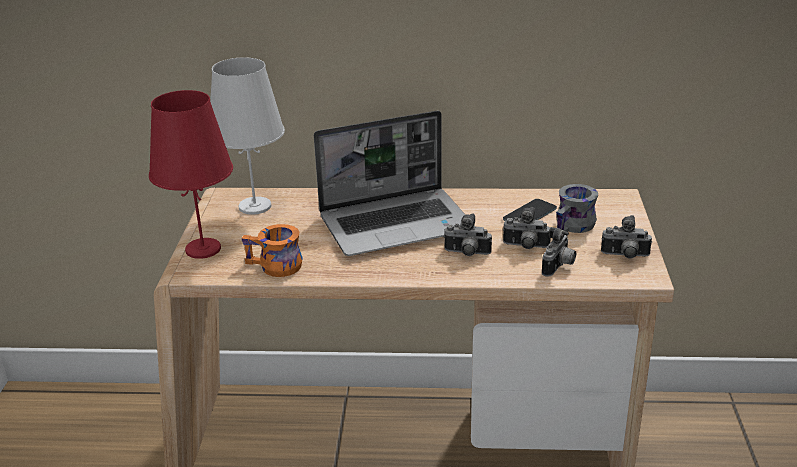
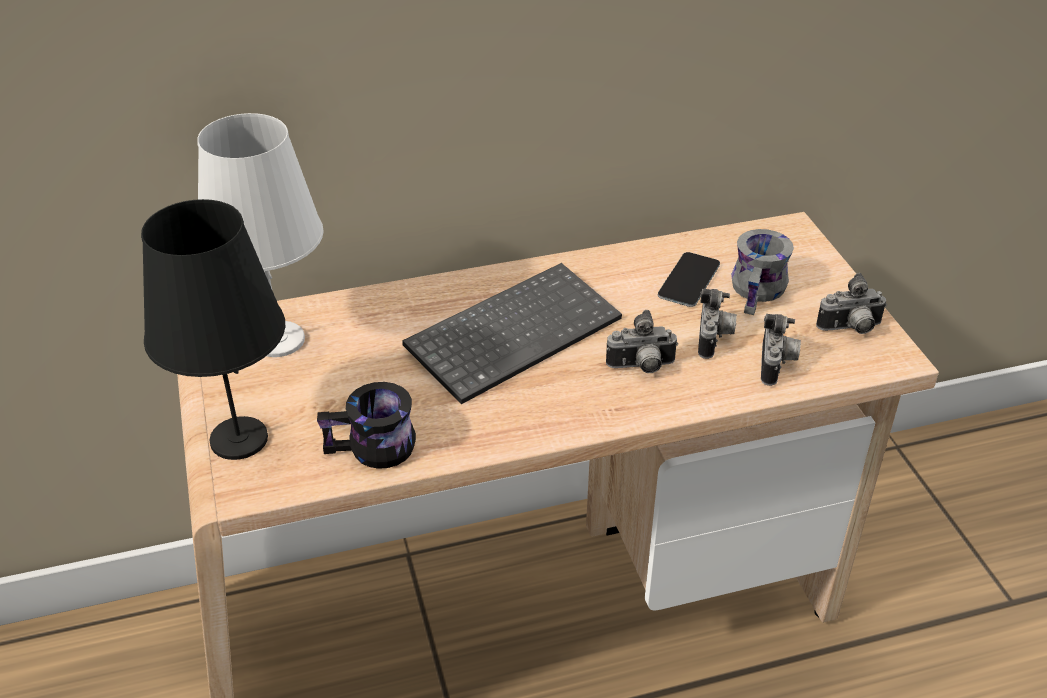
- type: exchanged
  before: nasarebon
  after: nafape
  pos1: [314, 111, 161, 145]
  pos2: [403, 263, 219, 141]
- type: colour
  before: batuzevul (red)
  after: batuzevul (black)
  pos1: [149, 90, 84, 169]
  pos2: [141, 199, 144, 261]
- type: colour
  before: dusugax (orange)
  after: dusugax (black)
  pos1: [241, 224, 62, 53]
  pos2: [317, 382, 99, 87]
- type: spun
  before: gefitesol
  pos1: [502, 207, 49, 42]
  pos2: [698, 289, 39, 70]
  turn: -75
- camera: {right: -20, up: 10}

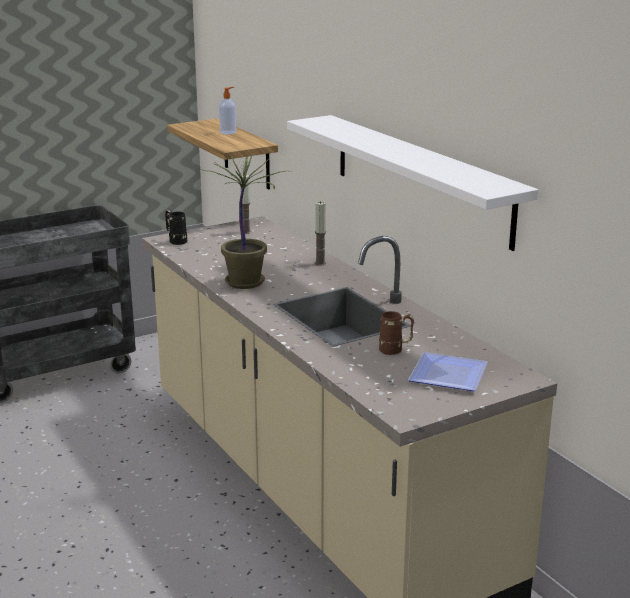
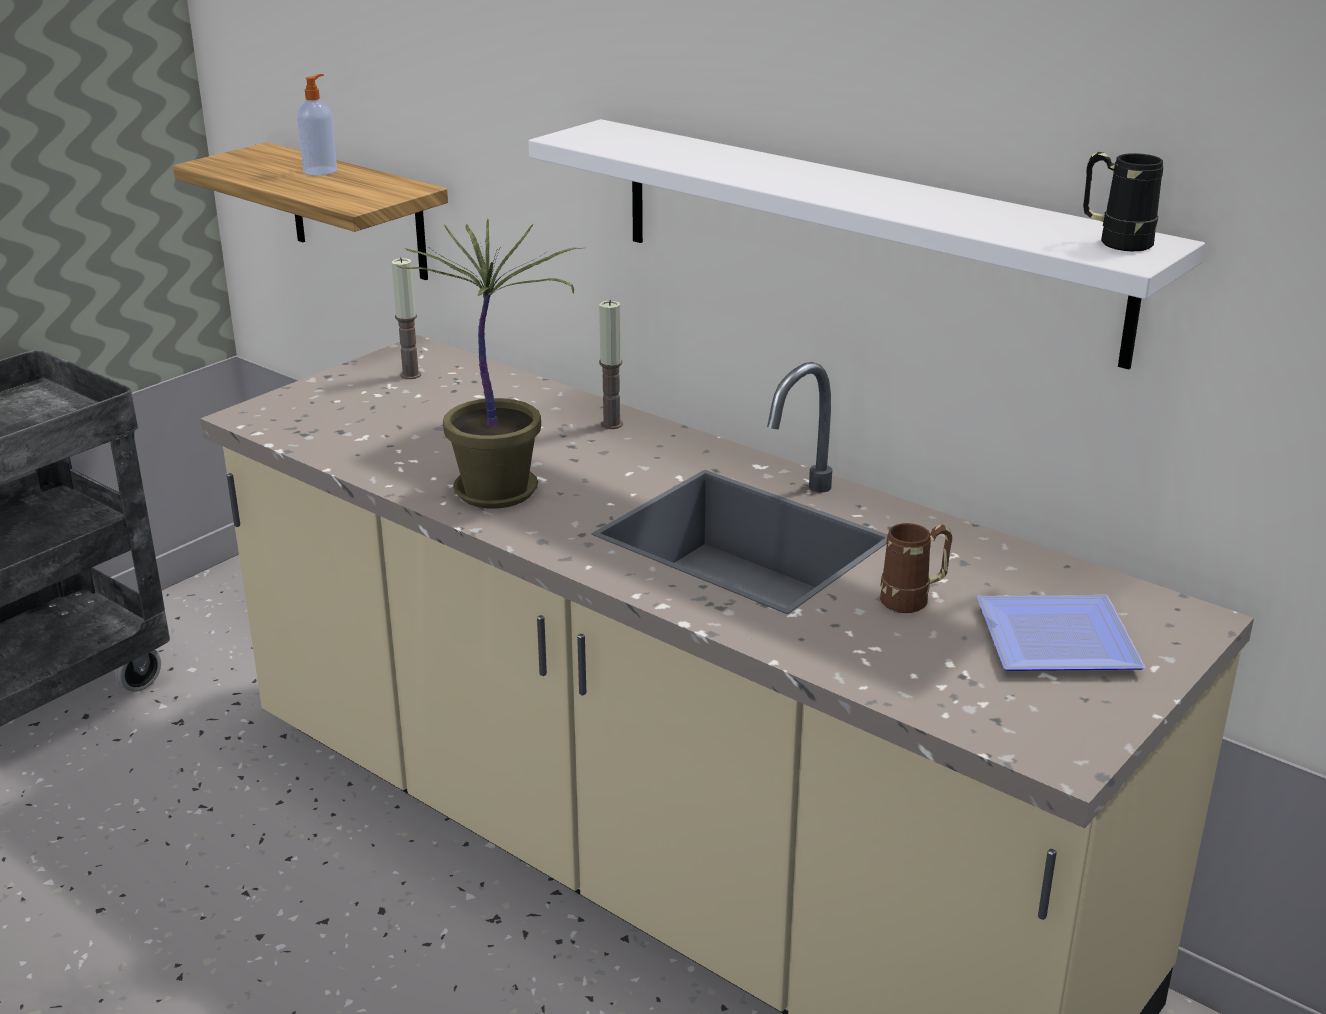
- type: relocated
  before: dusugax (black)
  pos1: [165, 210, 22, 35]
  pos2: [1083, 152, 80, 99]
- camera: {right: -20, up: 5}

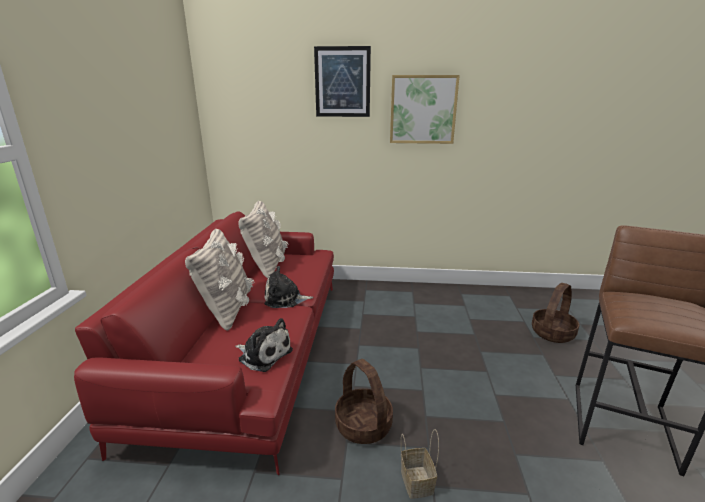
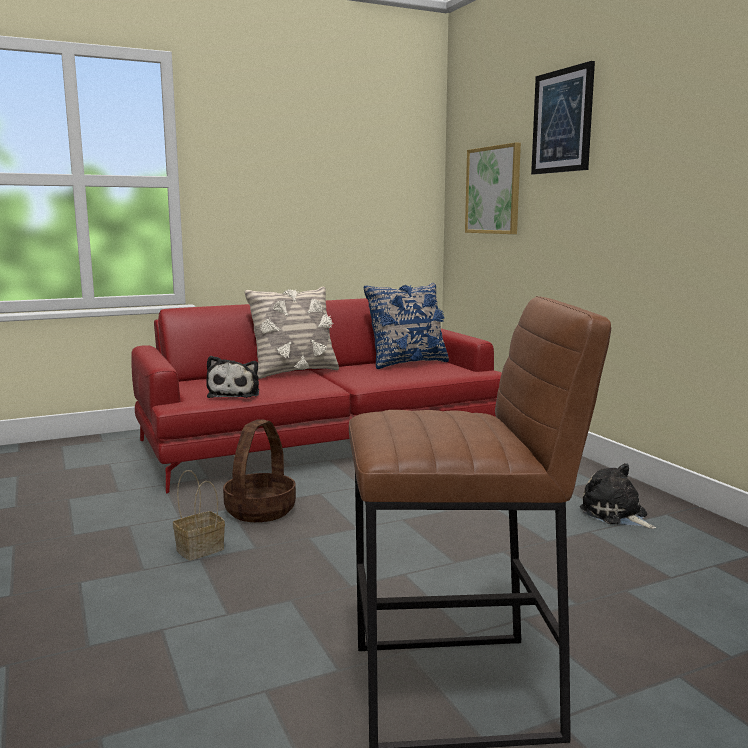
- type: missing
  before: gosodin
  pos1: [532, 283, 47, 60]
- type: relocated
  before: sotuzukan
  pos1: [264, 266, 49, 42]
  pos2: [580, 463, 76, 66]
- type: relocated
  before: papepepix
  pos1: [390, 75, 70, 69]
  pos2: [465, 142, 56, 92]
- type: colour
  before: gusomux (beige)
  after: gusomux (blue)
  pos1: [238, 201, 51, 77]
  pos2: [364, 283, 85, 86]
- camera: {right: 60, up: -10}

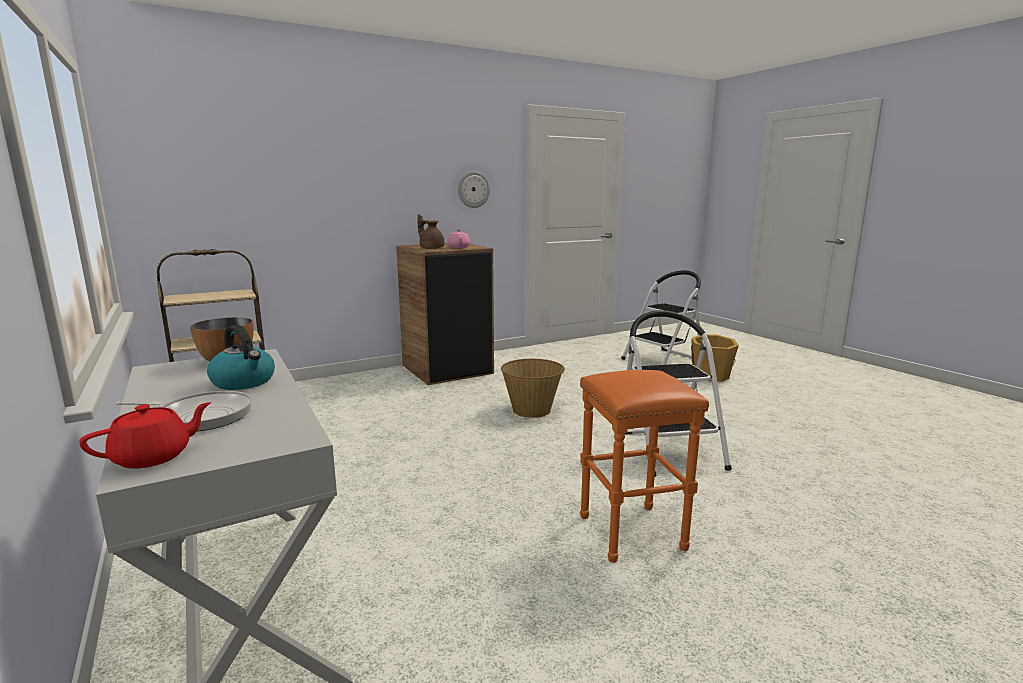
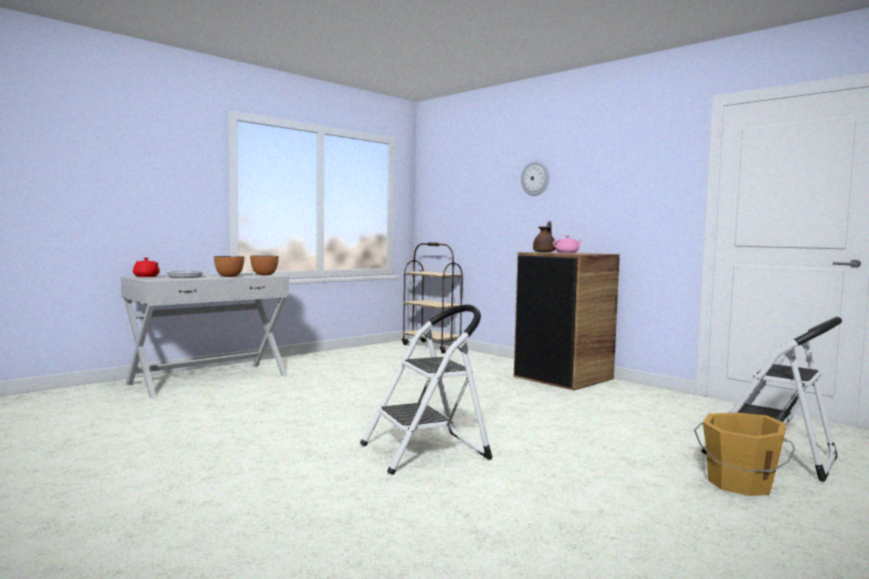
- type: missing
  before: gosodin
  pos1: [501, 359, 64, 59]
- type: missing
  before: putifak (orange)
  pos1: [580, 370, 129, 193]
- type: relocated
  before: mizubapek
  pos1: [458, 171, 32, 37]
  pos2: [521, 161, 28, 35]
- type: exchanged
  before: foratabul
  after: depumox
  pos1: [207, 325, 68, 65]
  pos2: [214, 256, 30, 21]
- camera: {right: 75, up: -10}

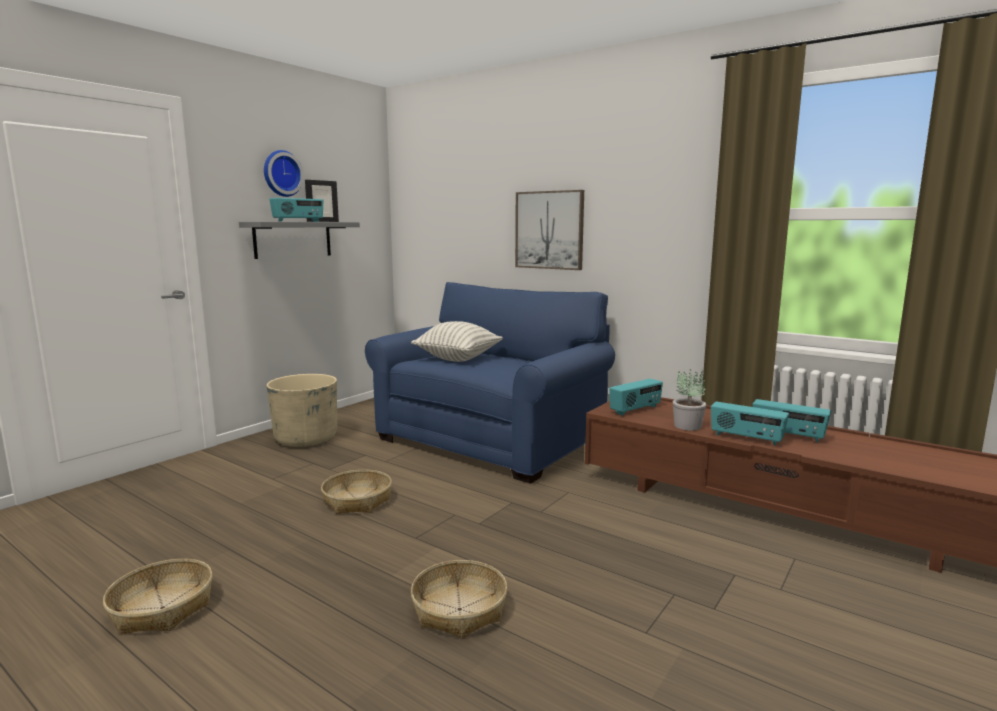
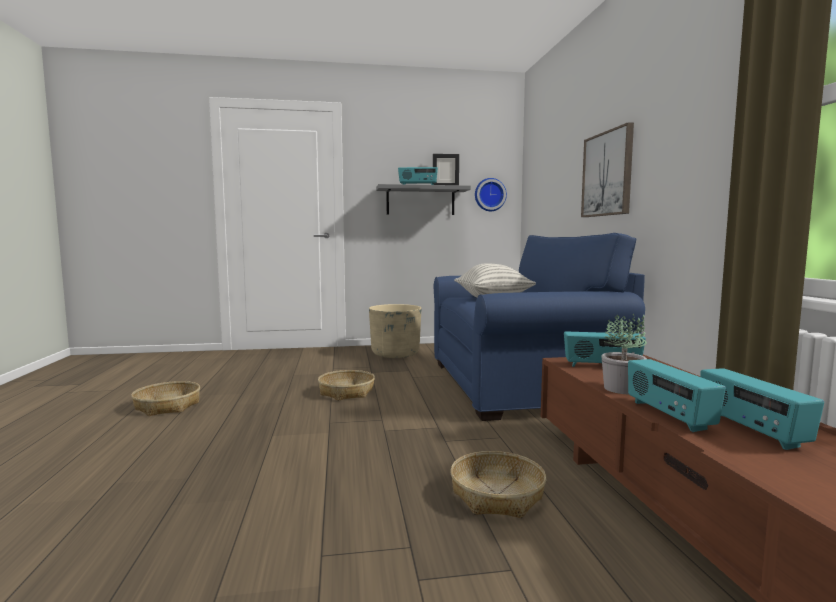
- type: relocated
  before: mizubapek
  pos1: [264, 150, 40, 47]
  pos2: [475, 178, 32, 33]
- type: relocated
  before: gosodin
  pos1: [411, 560, 97, 79]
  pos2: [451, 451, 95, 67]
- camera: {right: 45, up: -5}

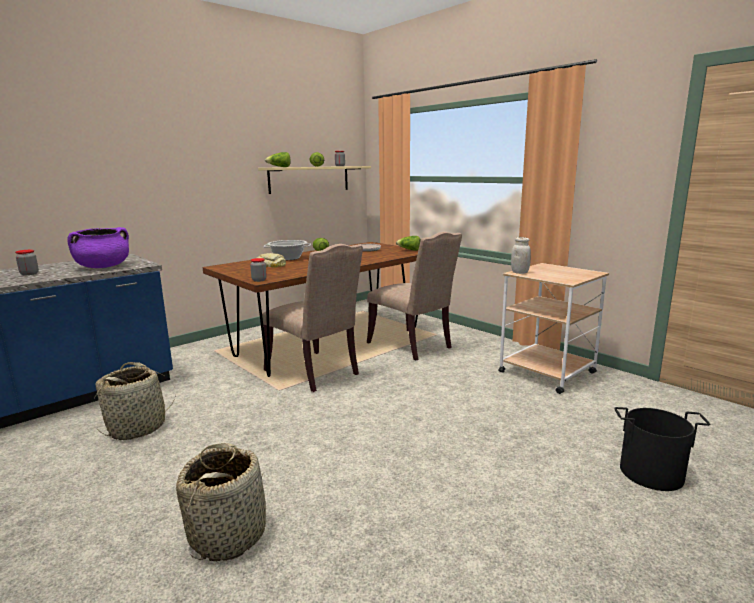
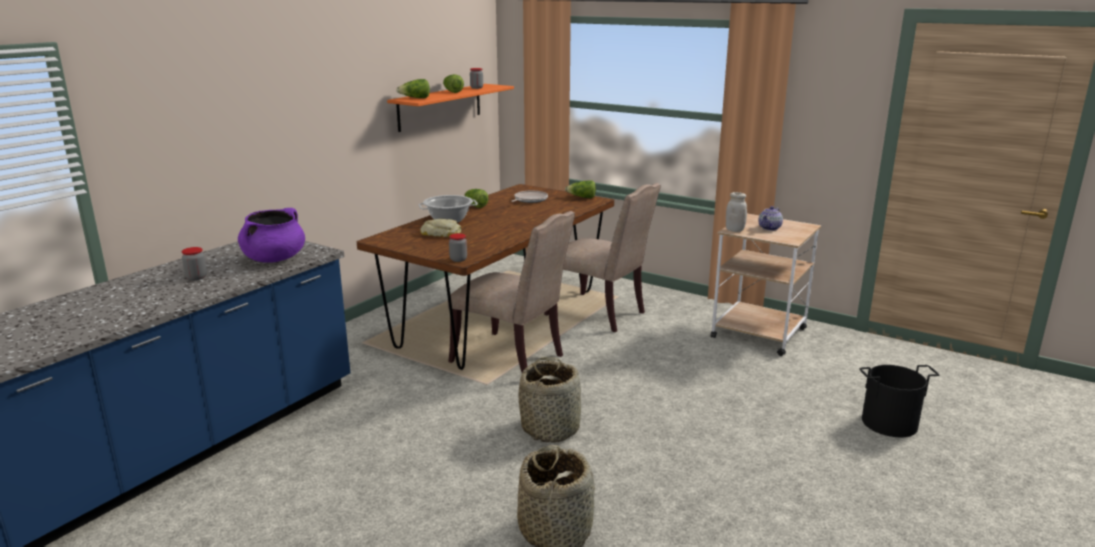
- type: appeared
  after: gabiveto
  pos2: [759, 206, 24, 25]
- type: relocated
  before: gosodin
  pos1: [94, 362, 82, 78]
  pos2: [518, 357, 63, 86]
- type: colour
  before: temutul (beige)
  after: temutul (orange)
  pos1: [258, 166, 113, 28]
  pos2: [387, 84, 127, 48]
- camera: {right: -15, up: 5}

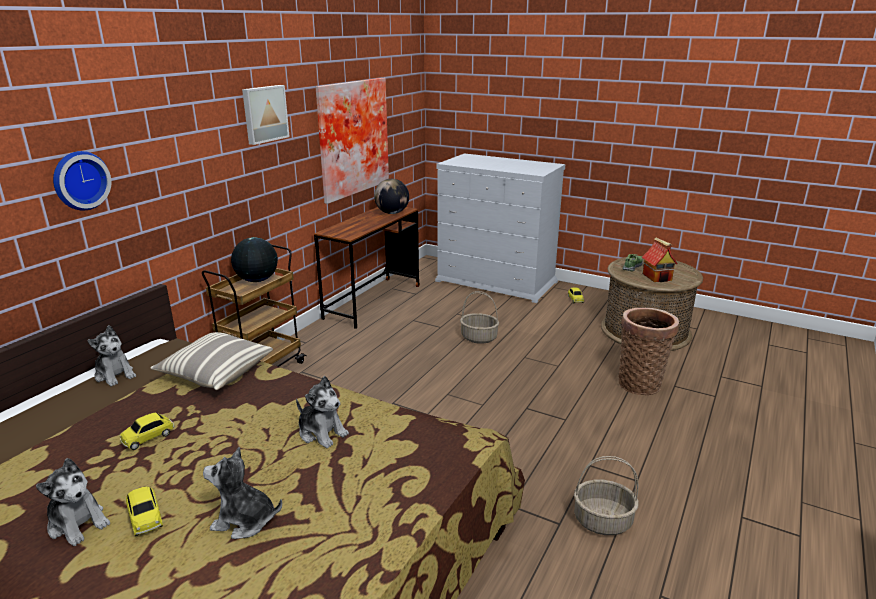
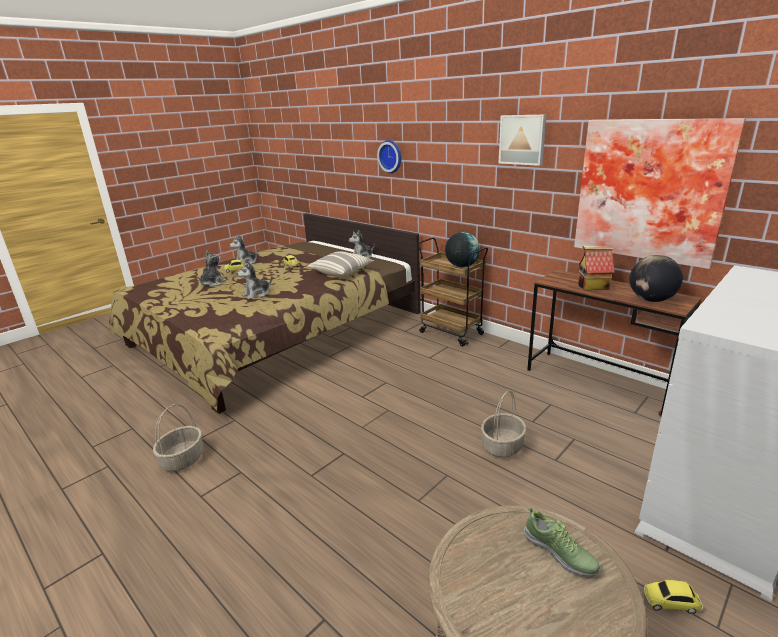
- type: missing
  before: gosodin
  pos1: [618, 308, 61, 87]
- type: relocated
  before: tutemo
  pos1: [642, 237, 36, 45]
  pos2: [578, 246, 37, 44]
- camera: {right: 105, up: 0}

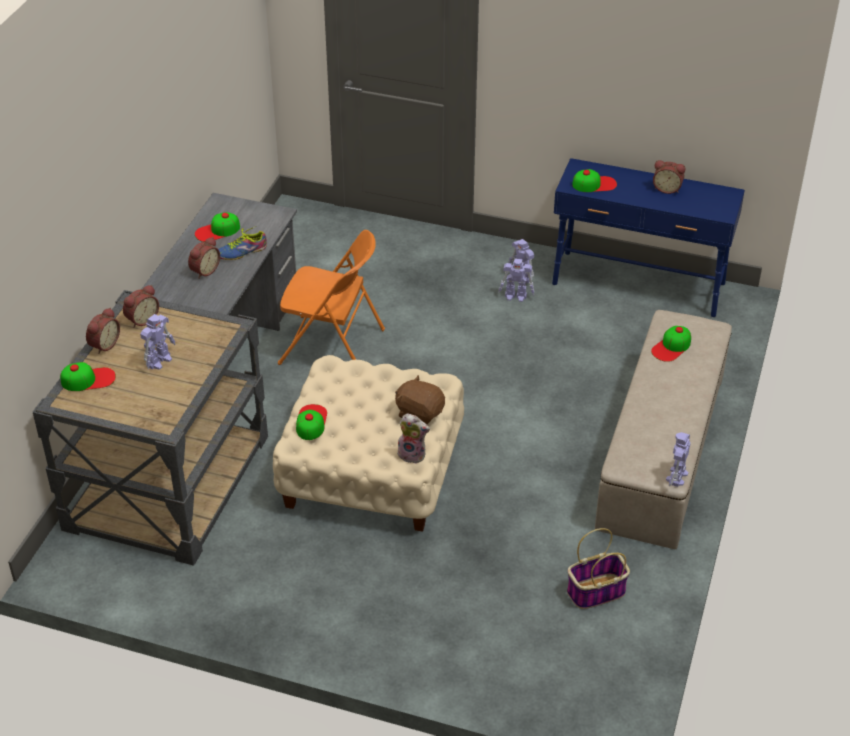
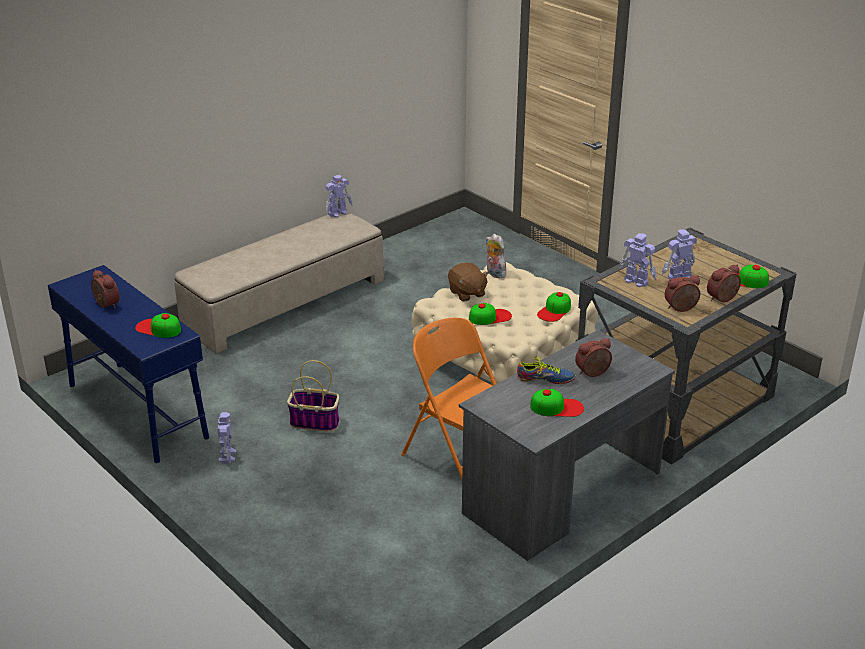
- type: relocated
  before: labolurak
  pos1: [498, 259, 36, 43]
  pos2: [620, 233, 37, 54]
- type: relocated
  before: gosodin
  pos1: [567, 528, 63, 81]
  pos2: [287, 360, 52, 72]
- type: relocated
  before: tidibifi
  pos1: [651, 326, 40, 36]
  pos2: [469, 303, 43, 22]
- camera: {right: -150, up: -10}

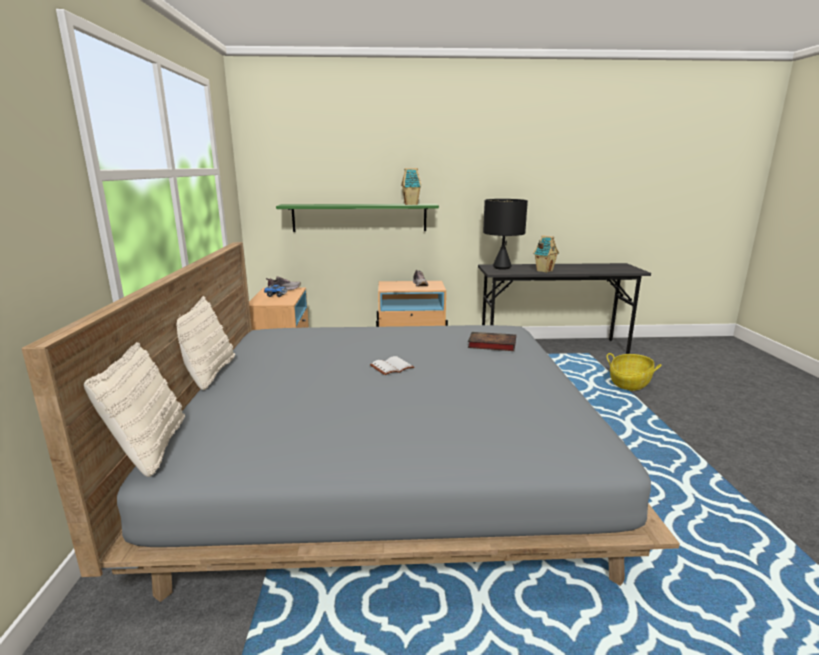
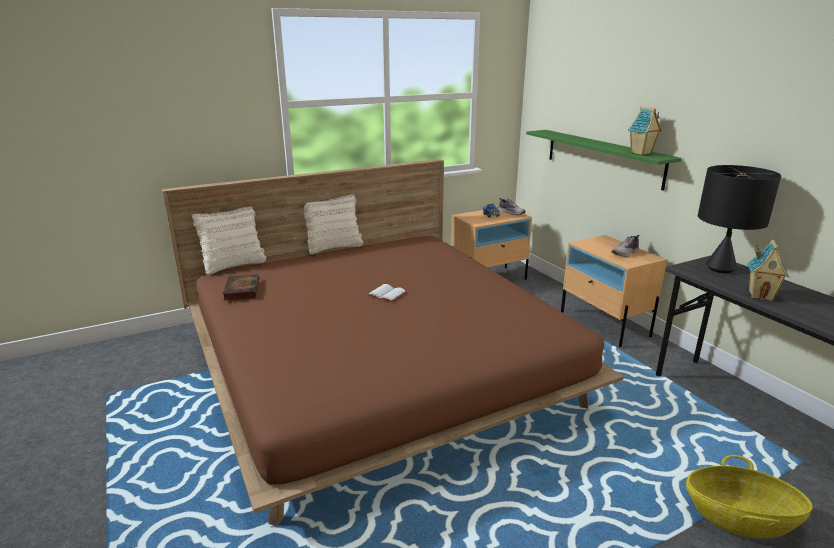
- type: relocated
  before: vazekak
  pos1: [468, 332, 48, 19]
  pos2: [223, 274, 36, 27]
- type: colour
  before: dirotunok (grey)
  after: dirotunok (brown)
  pos1: [22, 242, 658, 360]
  pos2: [162, 159, 462, 367]
- camera: {right: 65, up: 5}

